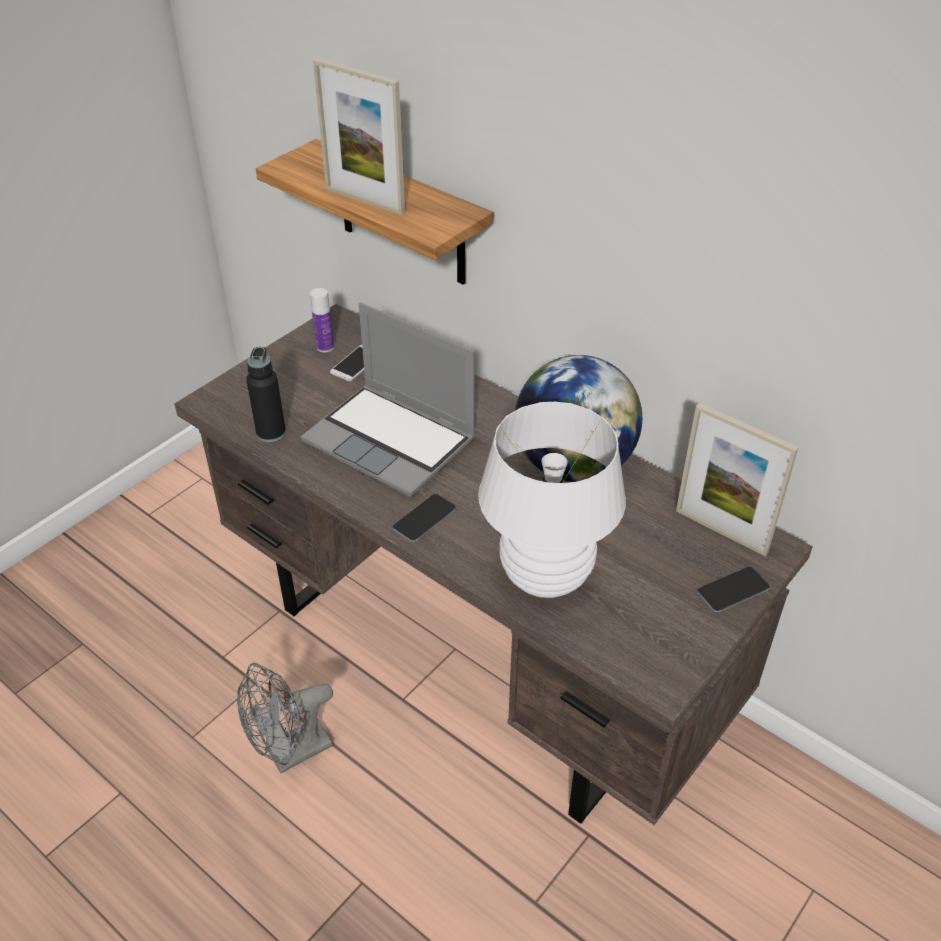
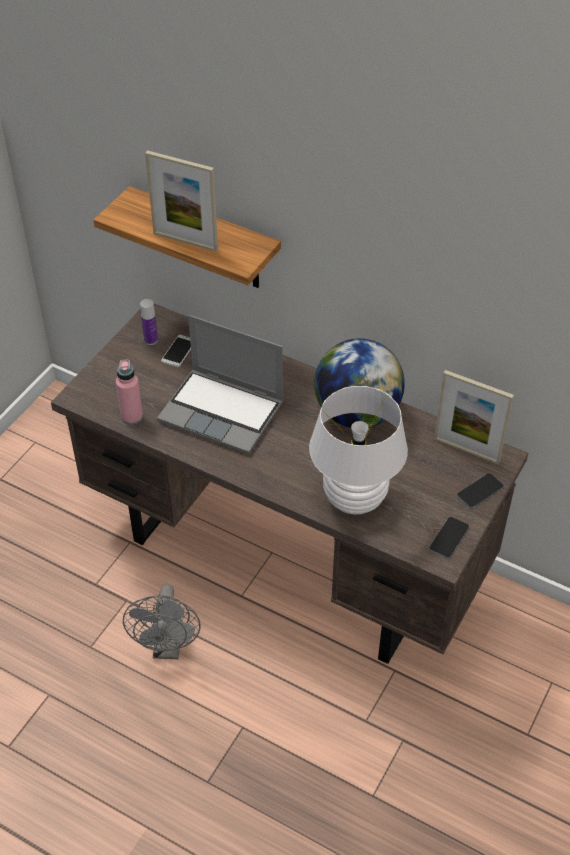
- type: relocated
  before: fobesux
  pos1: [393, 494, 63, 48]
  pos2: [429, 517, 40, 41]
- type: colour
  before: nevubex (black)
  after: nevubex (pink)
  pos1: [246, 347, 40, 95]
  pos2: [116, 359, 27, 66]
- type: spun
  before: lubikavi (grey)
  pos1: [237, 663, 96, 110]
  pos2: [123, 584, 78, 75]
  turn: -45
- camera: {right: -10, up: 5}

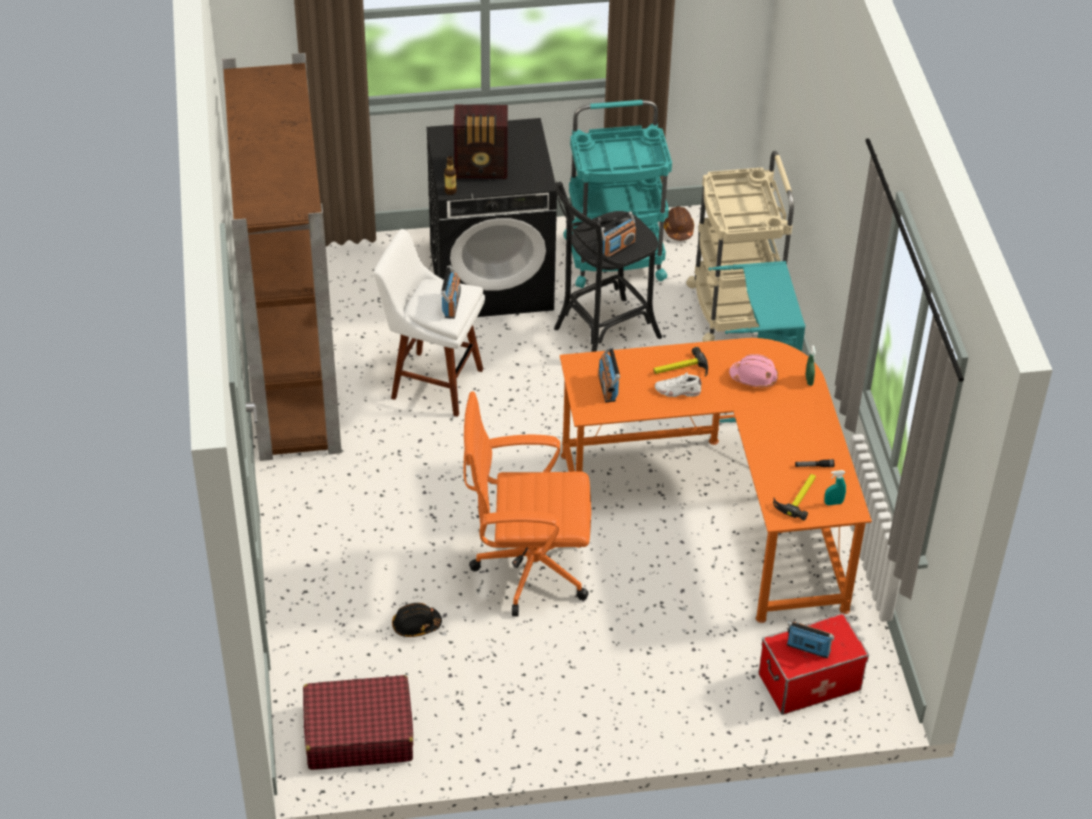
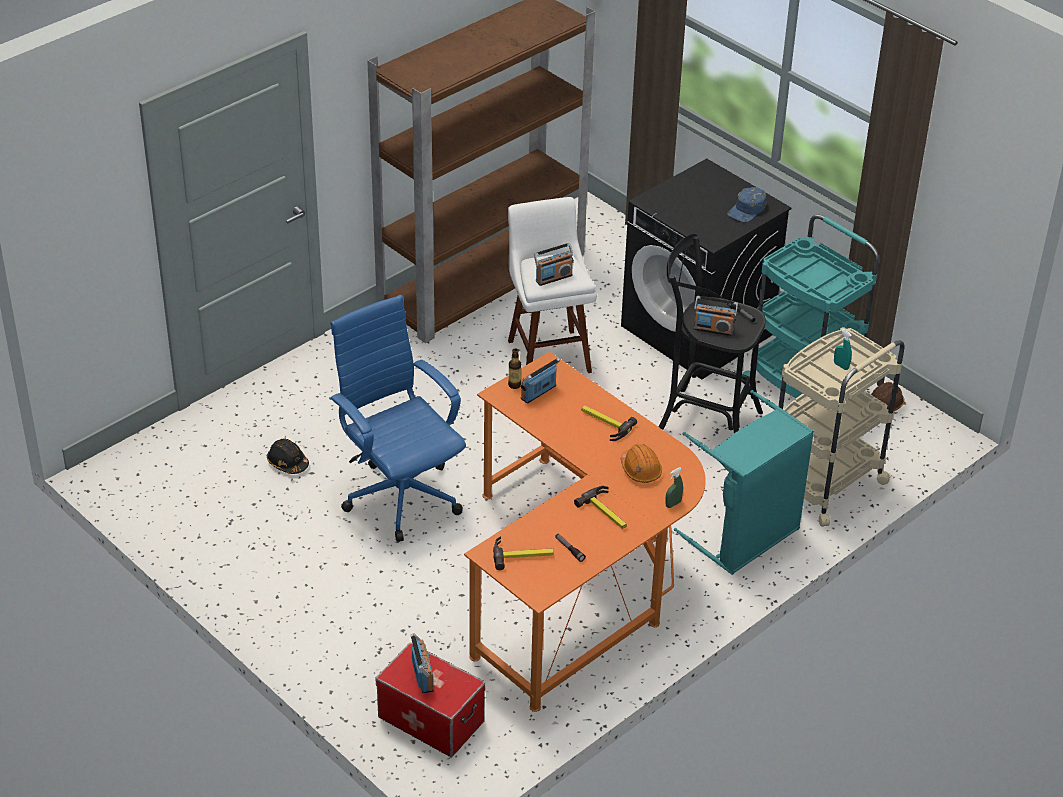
- type: missing
  before: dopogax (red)
  pos1: [303, 675, 110, 95]
- type: missing
  before: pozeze
  pos1: [454, 105, 54, 74]
- type: missing
  before: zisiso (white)
  pos1: [655, 372, 47, 25]
- type: appeared
  after: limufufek
  pos2: [574, 486, 53, 43]
- type: appeared
  after: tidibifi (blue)
  pos2: [727, 187, 39, 35]
- type: relocated
  before: nevubex
  pos1: [444, 156, 13, 39]
  pos2: [508, 348, 13, 41]
- type: relocated
  before: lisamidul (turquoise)
  pos1: [824, 470, 22, 35]
  pos2: [834, 328, 18, 42]
- type: colour
  before: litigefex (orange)
  after: litigefex (blue)
  pos1: [464, 391, 127, 225]
  pos2: [329, 295, 137, 247]
- type: colour
  before: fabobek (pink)
  after: fabobek (orange)
  pos1: [729, 354, 49, 33]
  pos2: [621, 444, 41, 39]
- camera: {right: 55, up: -5}

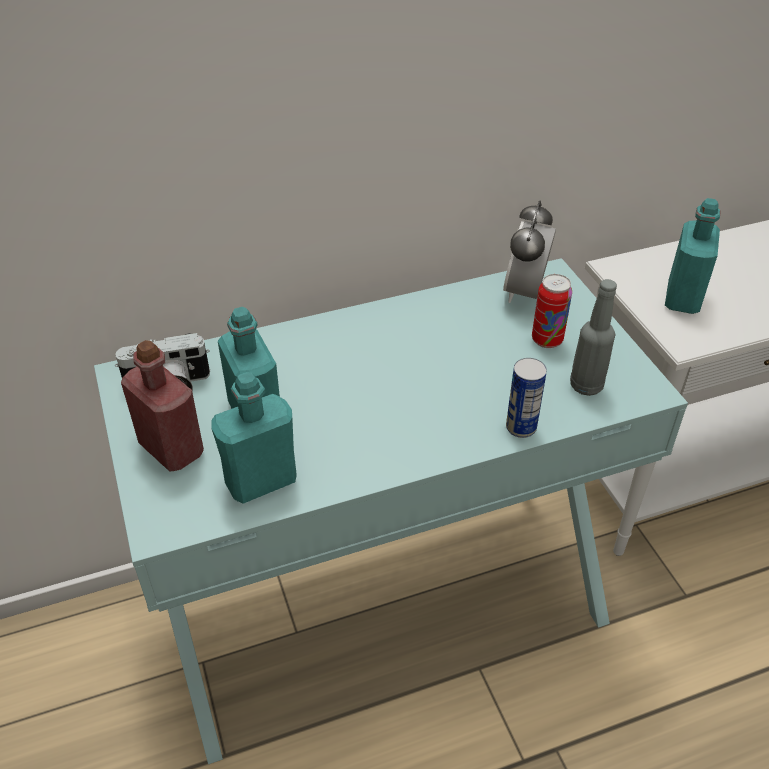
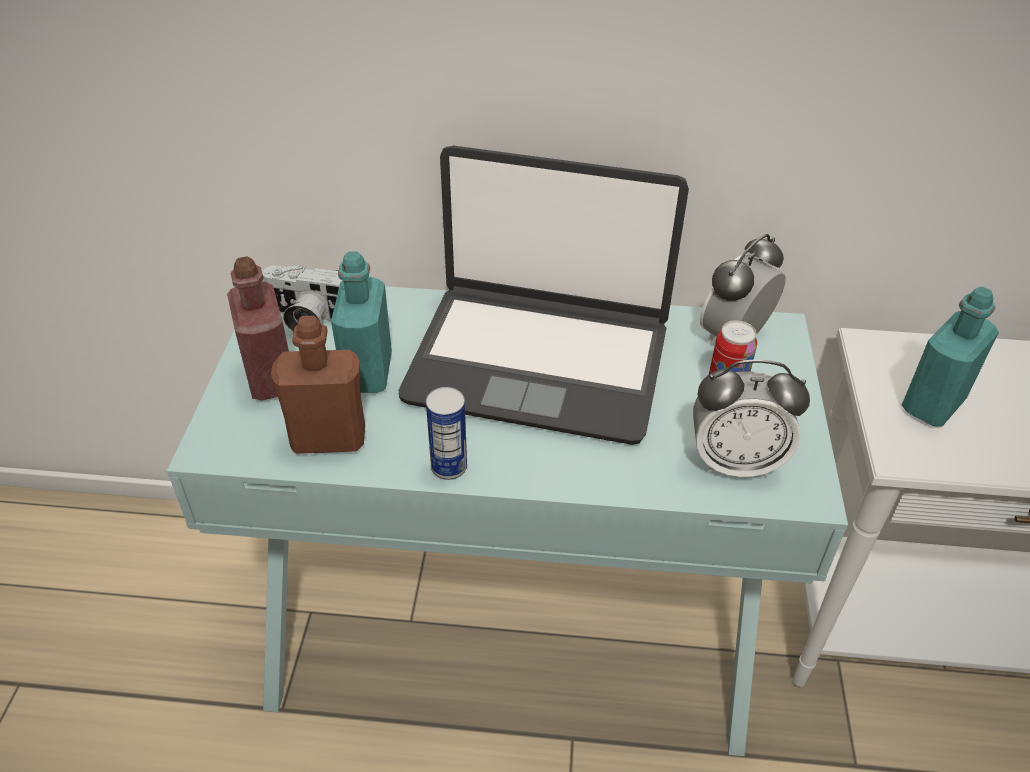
- type: appeared
  after: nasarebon
  pos2: [399, 146, 290, 299]
- type: relocated
  before: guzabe
  pos1: [506, 358, 41, 80]
  pos2: [426, 387, 41, 93]
- type: exchanged
  before: nevubex (grey)
  after: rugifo
  pos1: [570, 279, 47, 117]
  pos2: [693, 360, 117, 117]
- type: colour
  before: nevubex (turquoise)
  after: nevubex (brown)
  pos1: [211, 372, 85, 132]
  pos2: [271, 316, 94, 138]
- camera: {right: 25, up: 0}

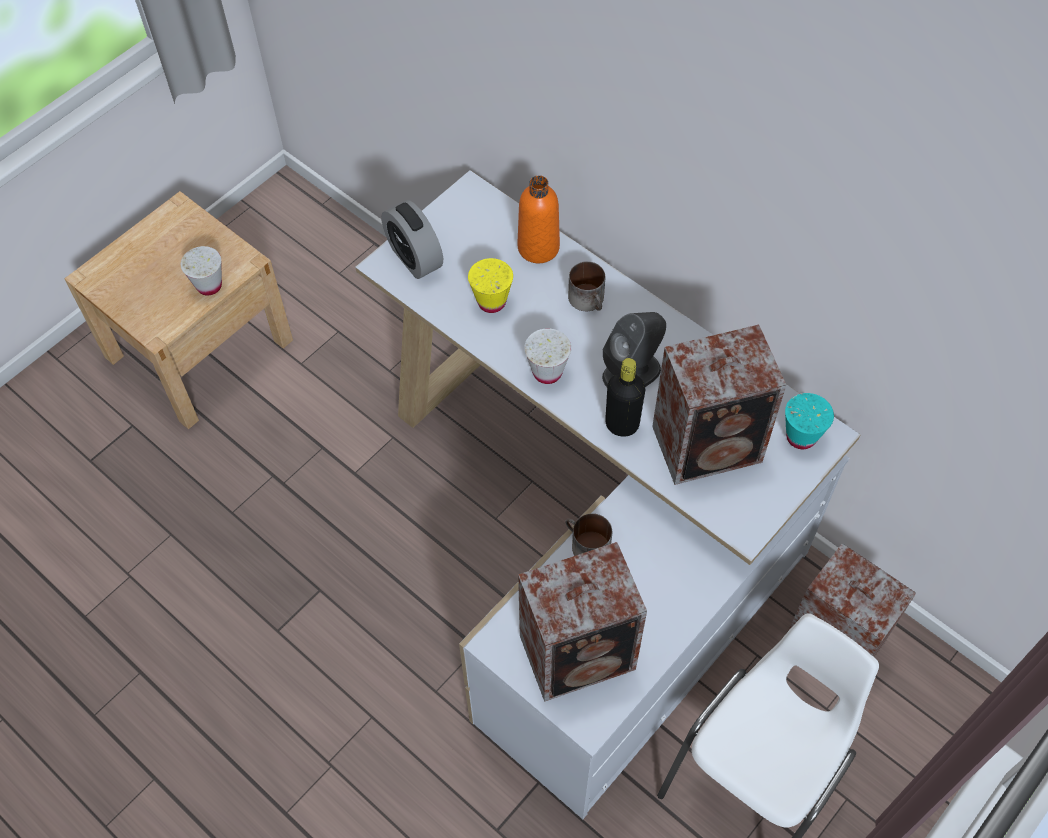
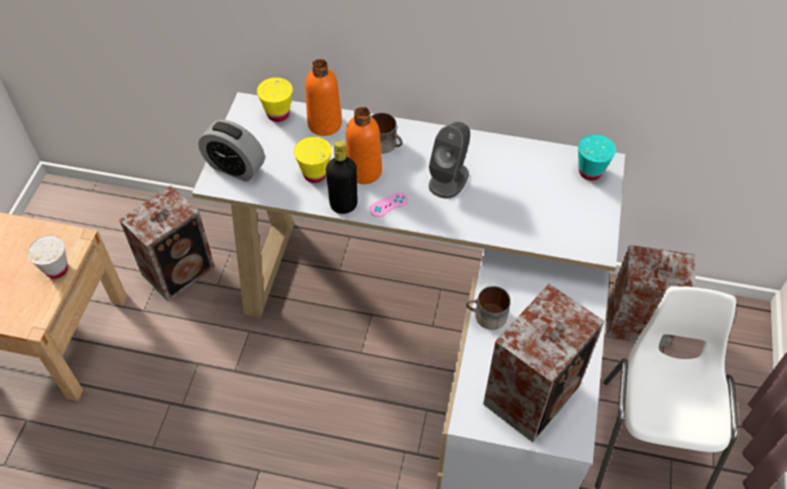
- type: appeared
  after: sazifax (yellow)
  pos2: [257, 77, 36, 45]
- type: appeared
  after: nevubex (orange)
  pos2: [346, 107, 36, 77]
- type: relocated
  before: nevubex (black)
  pos1: [605, 358, 40, 79]
  pos2: [326, 140, 32, 74]
- type: relocated
  before: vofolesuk
  pos1: [652, 325, 134, 160]
  pos2: [119, 185, 96, 116]
- type: exchanged
  before: sazifax (white)
  after: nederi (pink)
  pos1: [524, 328, 47, 56]
  pos2: [369, 192, 39, 25]
- camera: {right: -30, up: -5}

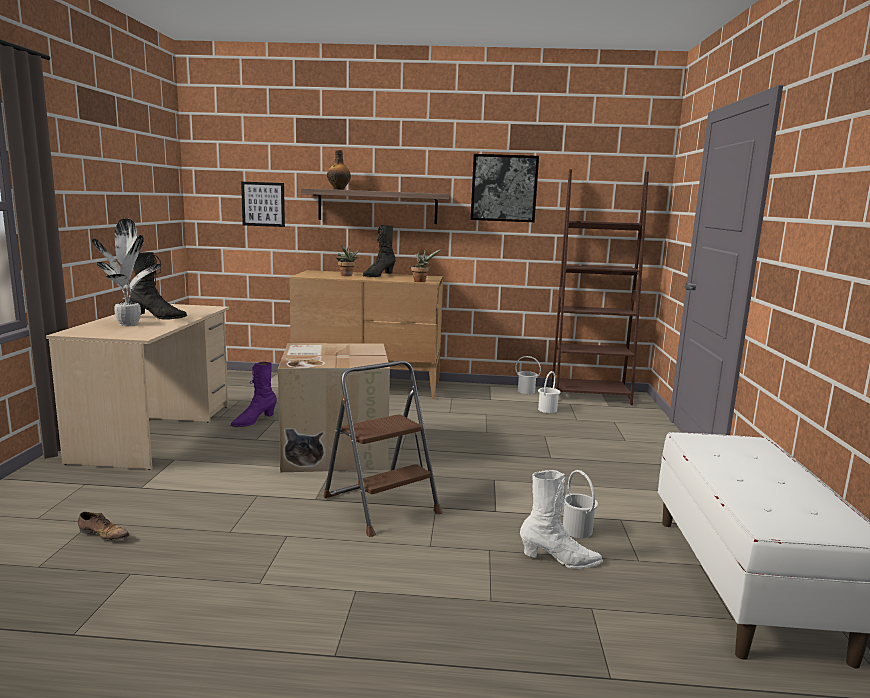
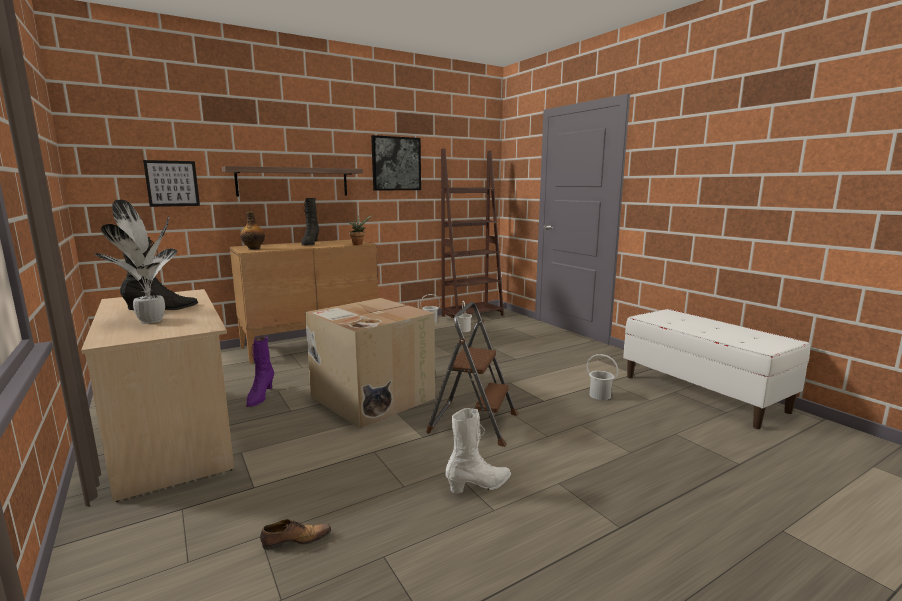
- type: missing
  before: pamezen
  pos1: [336, 244, 24, 32]
- type: relocated
  before: nevubex
  pos1: [327, 150, 24, 40]
  pos2: [240, 212, 25, 38]
- type: relocated
  before: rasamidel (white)
  pos1: [520, 470, 83, 99]
  pos2: [445, 408, 66, 85]
- camera: {right: -35, up: 0}

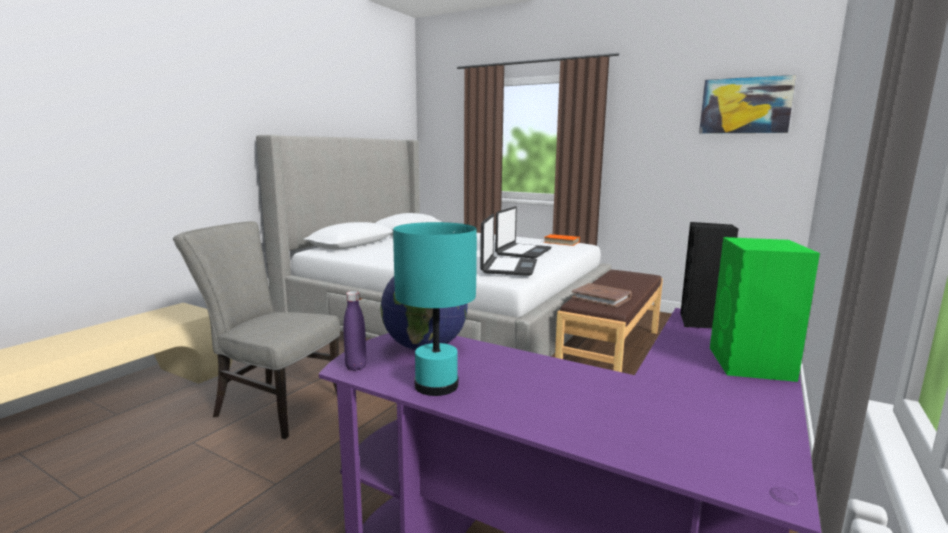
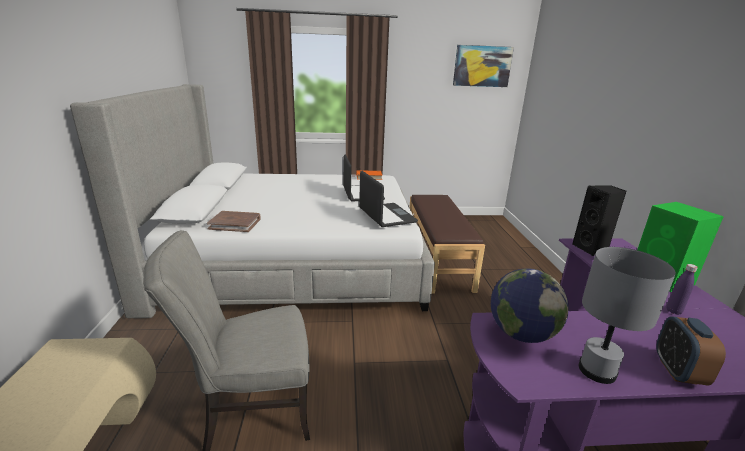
- type: appeared
  after: rugifo
  pos2: [656, 316, 70, 70]
- type: relocated
  before: nevubex (purple)
  pos1: [343, 291, 24, 80]
  pos2: [666, 264, 32, 51]
- type: relocated
  before: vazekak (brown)
  pos1: [571, 283, 61, 25]
  pos2: [207, 211, 54, 21]
- type: colour
  before: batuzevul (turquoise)
  after: batuzevul (grey)
  pos1: [393, 222, 84, 174]
  pos2: [579, 247, 97, 137]
- camera: {right: -35, up: 10}

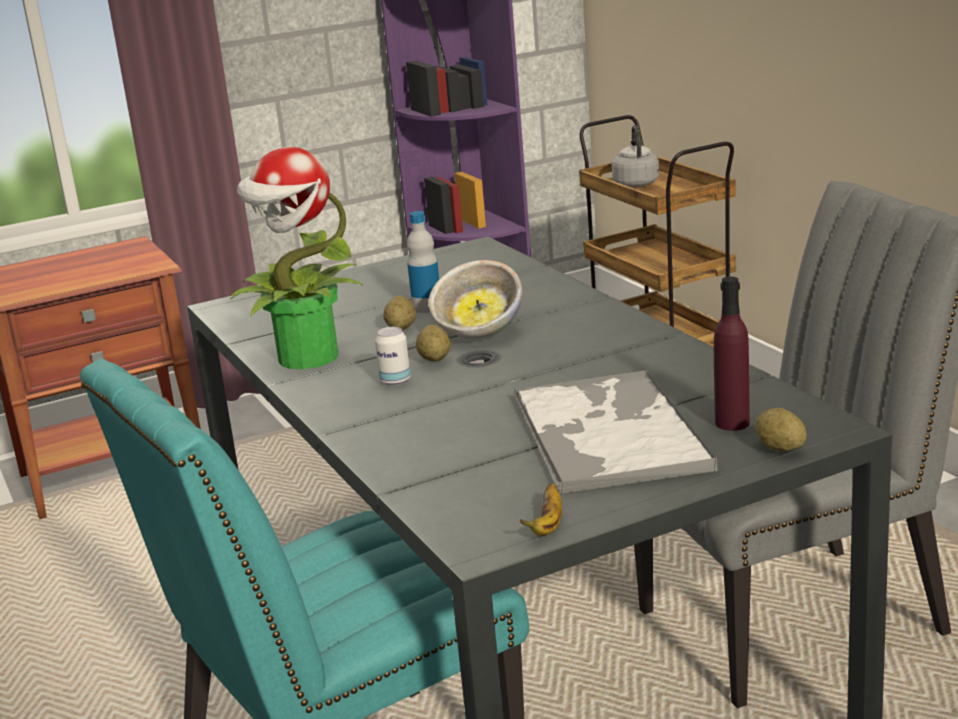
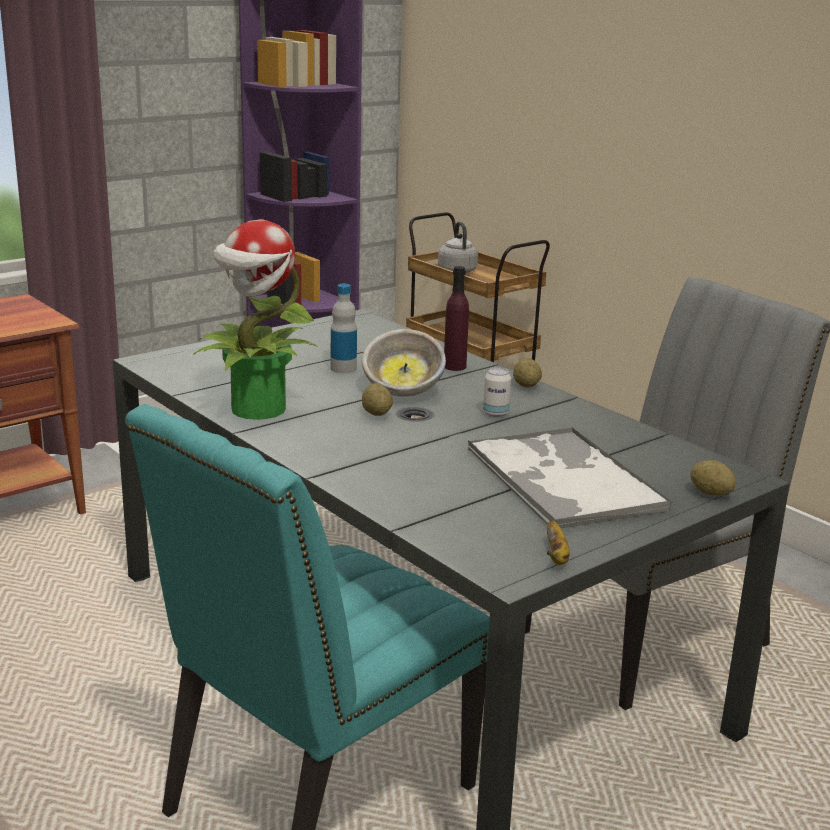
- type: relocated
  before: guzabe
  pos1: [375, 327, 36, 59]
  pos2: [483, 367, 28, 50]
- type: relocated
  before: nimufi
  pos1: [383, 296, 33, 34]
  pos2: [513, 357, 29, 30]
- type: relocated
  before: nevubex (purple)
  pos1: [714, 277, 36, 154]
  pos2: [444, 266, 25, 105]
- camera: {right: -15, up: 0}

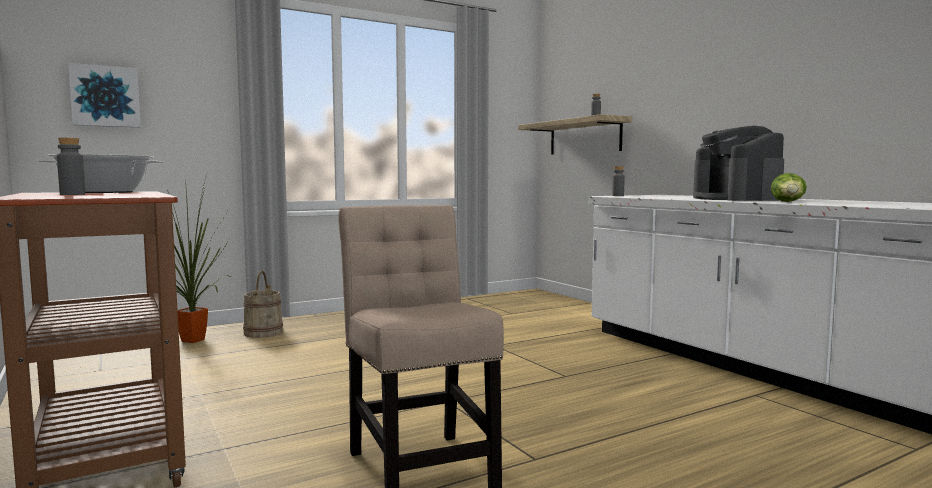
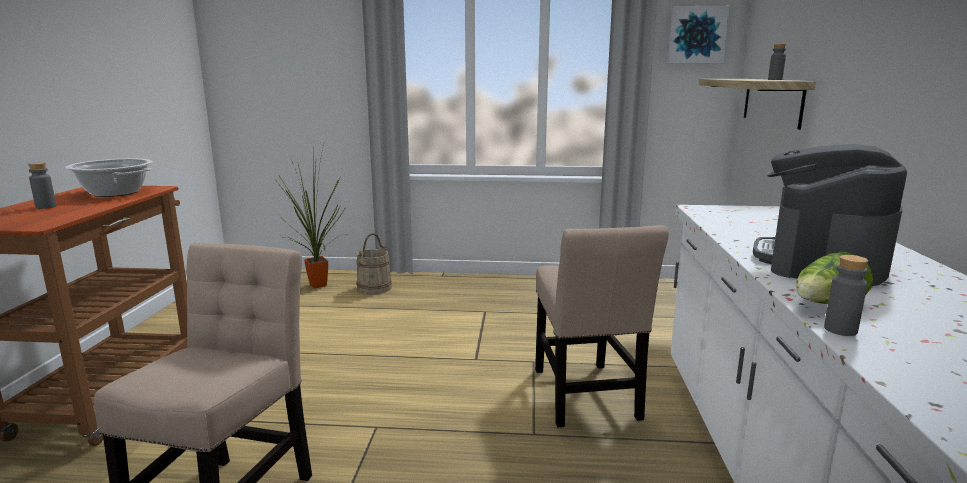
- type: appeared
  after: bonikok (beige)
  pos2: [535, 225, 134, 202]
- type: relocated
  before: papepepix
  pos1: [68, 63, 73, 65]
  pos2: [667, 6, 63, 57]
- type: relocated
  before: nevubex (grey)
  pos1: [612, 166, 13, 30]
  pos2: [824, 255, 44, 81]
- camera: {right: 35, up: 10}

